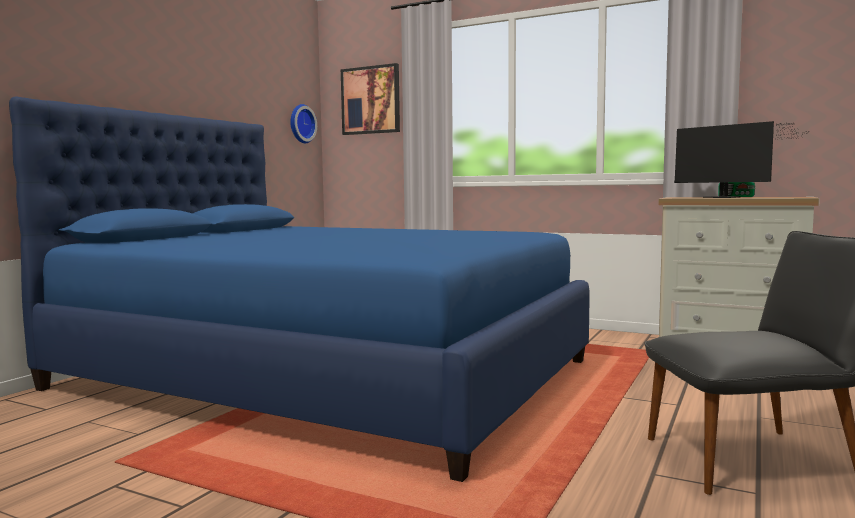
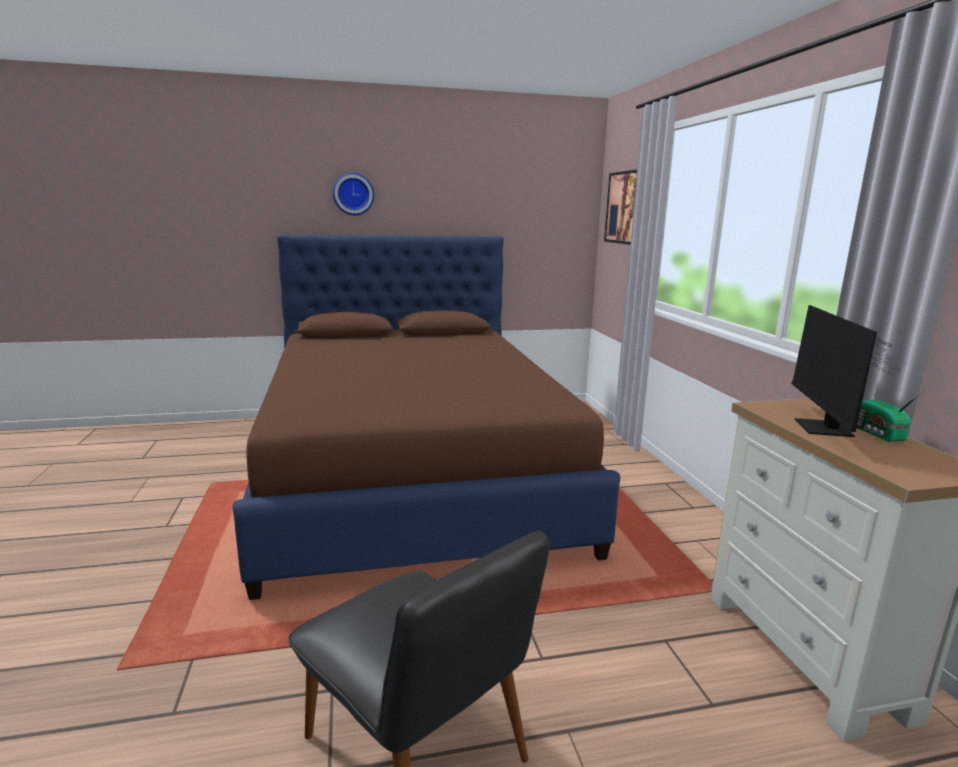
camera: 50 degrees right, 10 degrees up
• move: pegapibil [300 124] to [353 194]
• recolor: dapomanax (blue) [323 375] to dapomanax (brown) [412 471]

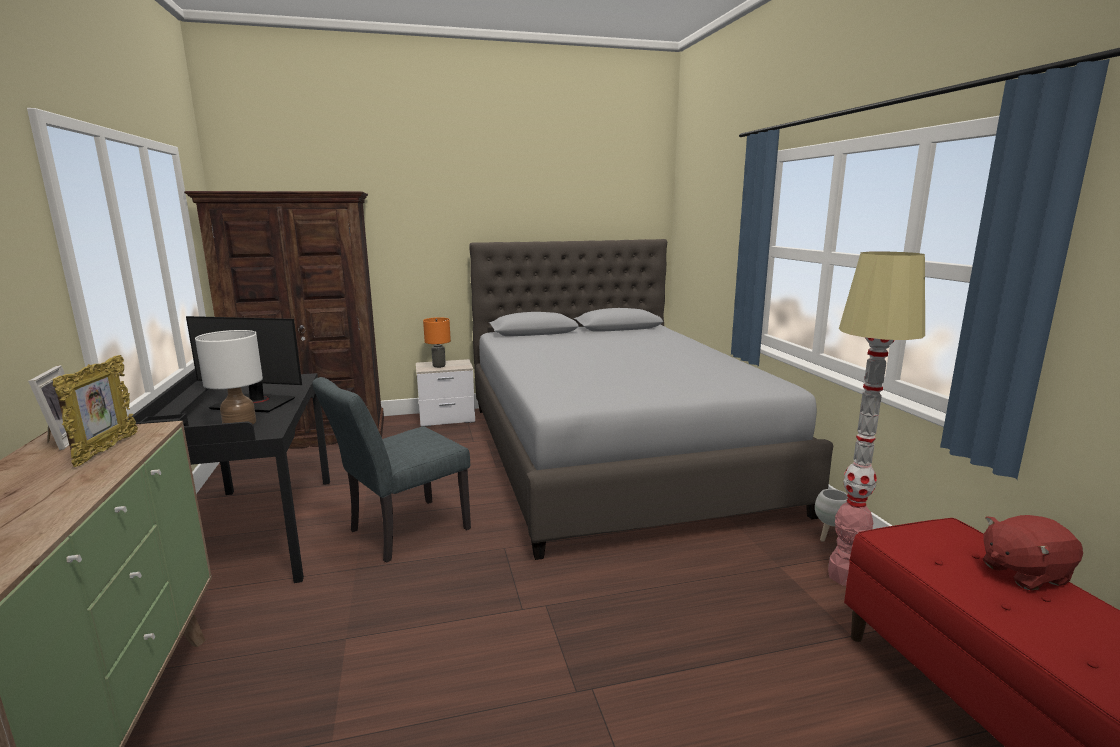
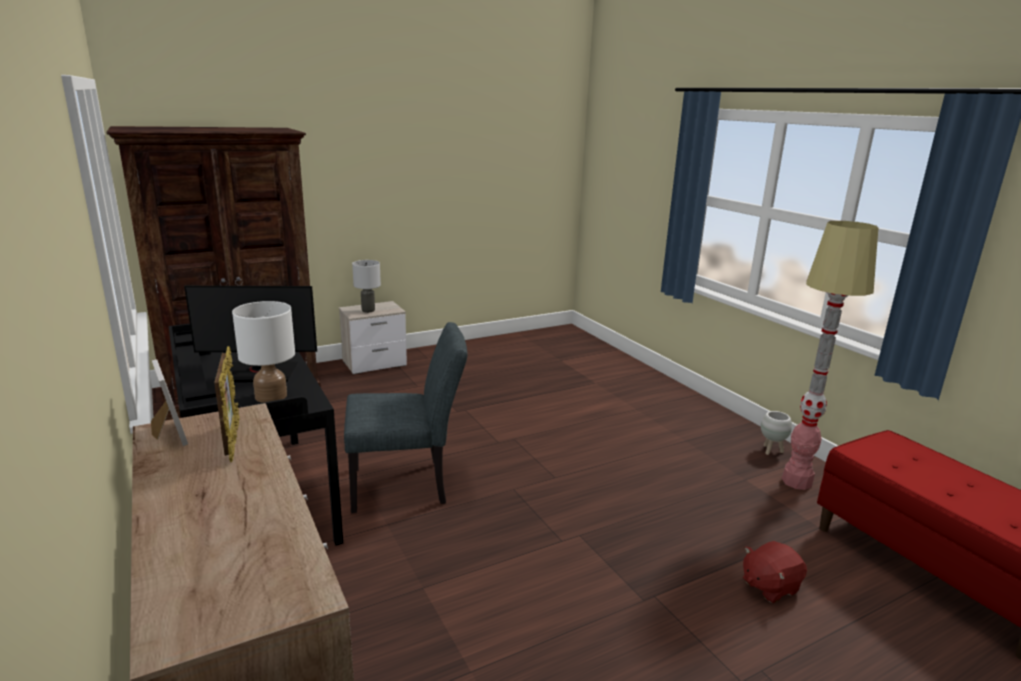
camera: 15 degrees left, 5 degrees up
• delete: dapomanax (grey) [613 453]
• move: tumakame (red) [1023 573] to [769 586]
• recolor: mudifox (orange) [438 366] to mudifox (white) [367 311]
• rotate: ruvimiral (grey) [401 532] = [407 485] 135 degrees counterclockwise

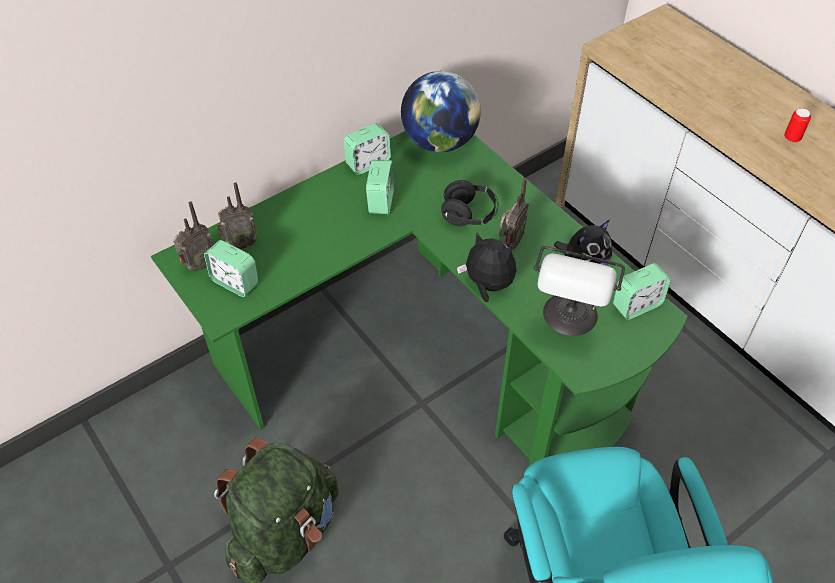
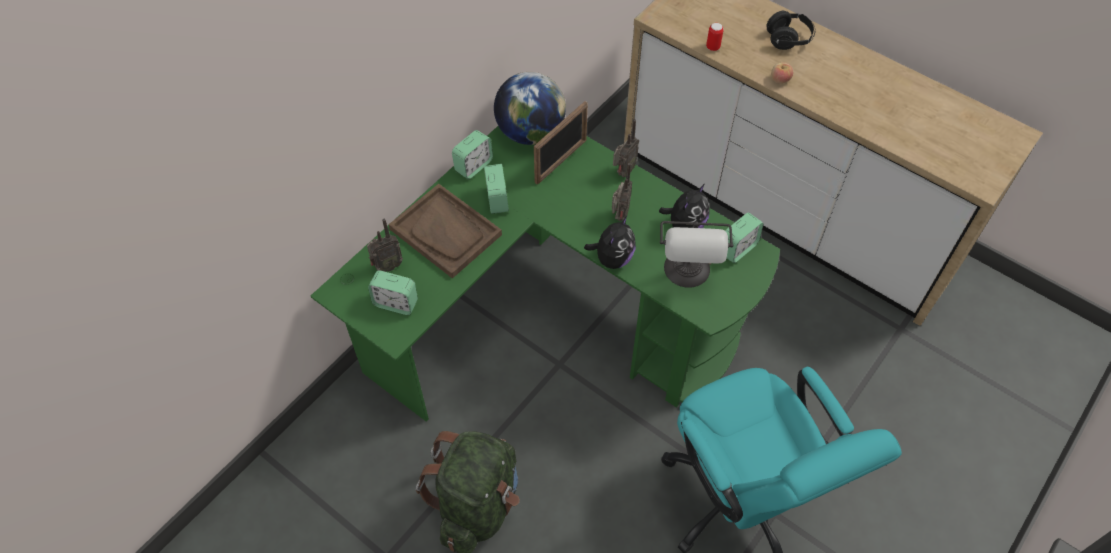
camera: 15 degrees left, 5 degrees up
• insert: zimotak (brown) [446 232]
• insert: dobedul [561 161]
• insert: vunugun [779 80]
• move: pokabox [198 265] to [623 172]
• move: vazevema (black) [469 215] to [788 39]
• move: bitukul [792 138] to [713 47]
• rotate: tumakame [487 286] = [612 258] 105 degrees clockwise

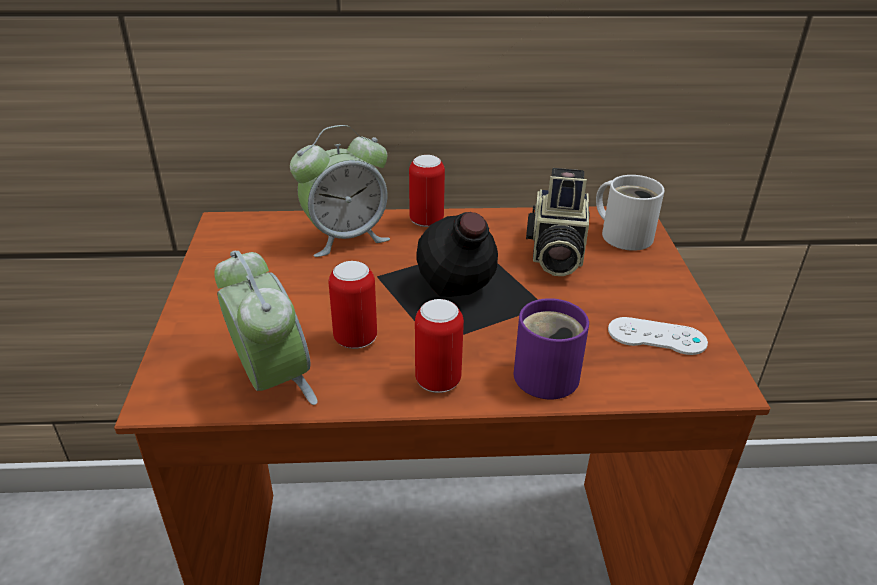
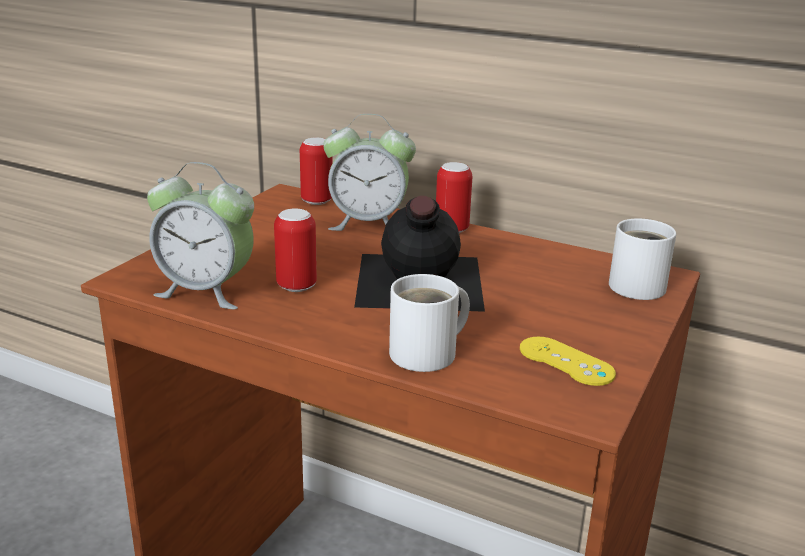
camera: 30 degrees right, 10 degrees down
• delete: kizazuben [554 253]
• move: bitukul [438 380] to [316 201]
• recolor: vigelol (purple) [550 373] to vigelol (white) [429 353]
• recolor: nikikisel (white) [656 336] to nikikisel (yellow) [566 361]
• rotate: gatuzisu [271 381] = [206 291] 105 degrees clockwise

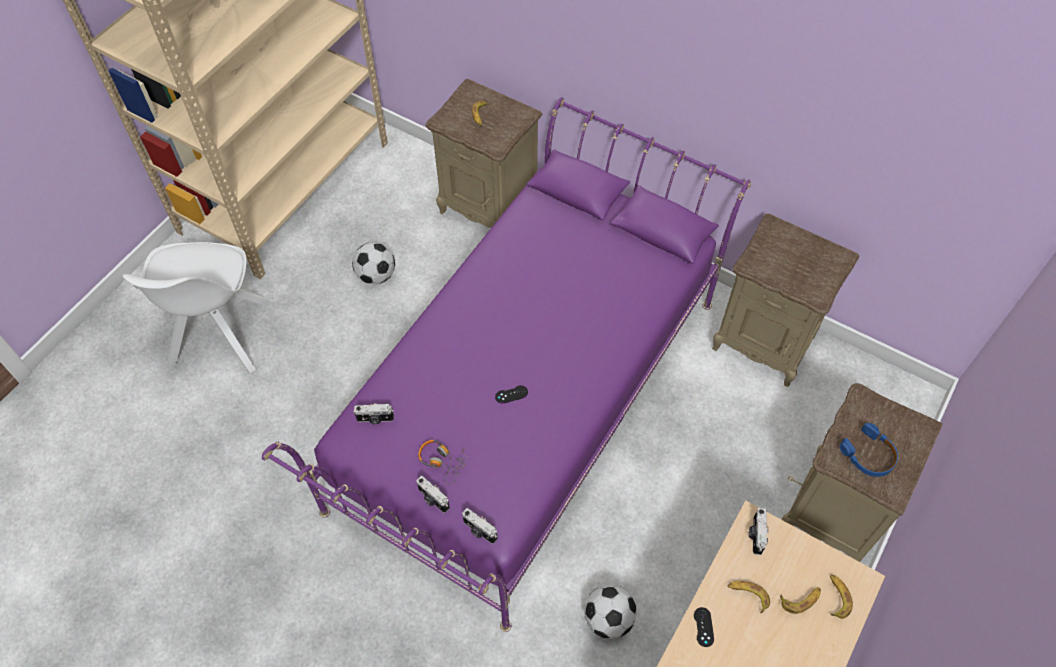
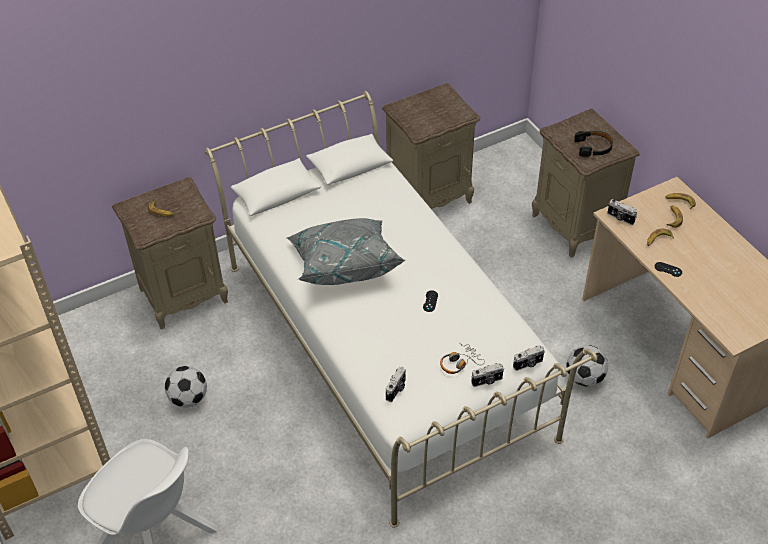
camera: 60 degrees left, 10 degrees down
• insert: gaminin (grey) [344 264]
• recolor: dapomanax (purple) [527 403] to dapomanax (white) [384 349]
• recolor: vazevema (blue) [869 455] to vazevema (black) [593 147]

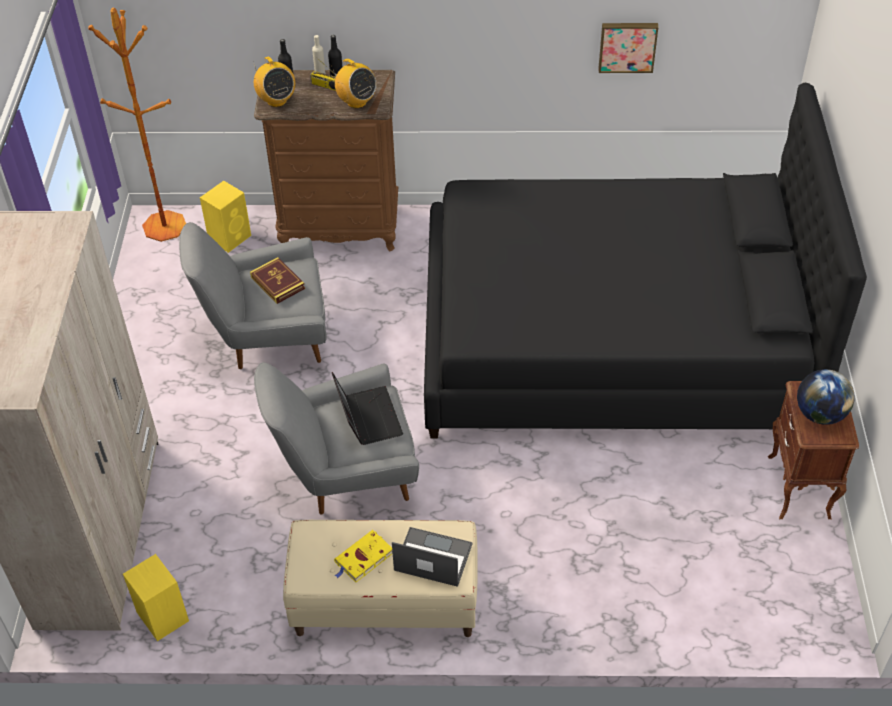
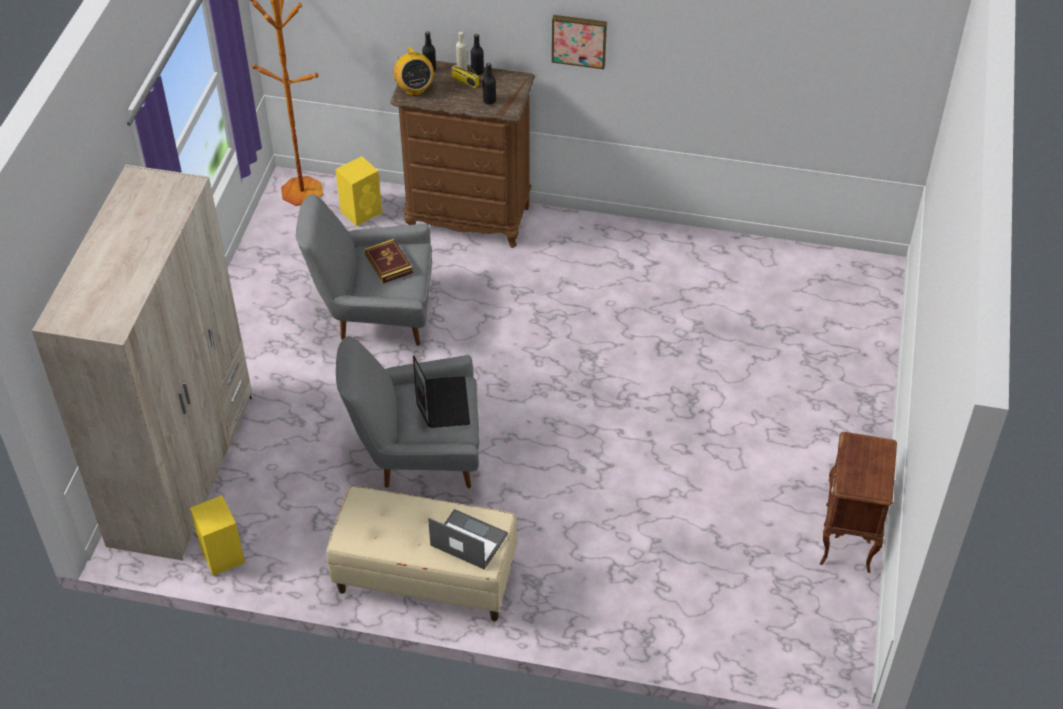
camera: 10 degrees right, 0 degrees up
• delete: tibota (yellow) [363 559]
• delete: dapomanax (black) [613 340]
• delete: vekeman [820 414]
• move: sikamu [627 46] to [579 40]
• replace: pokabox [356 102] to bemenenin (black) [489 101]

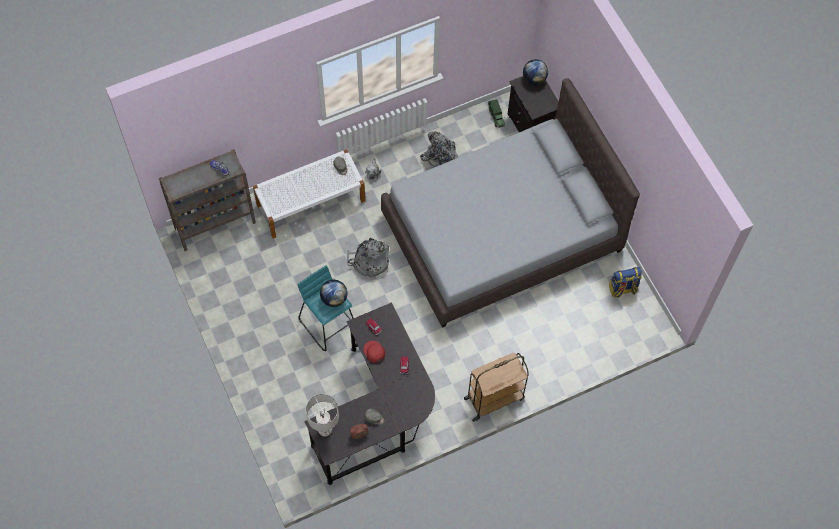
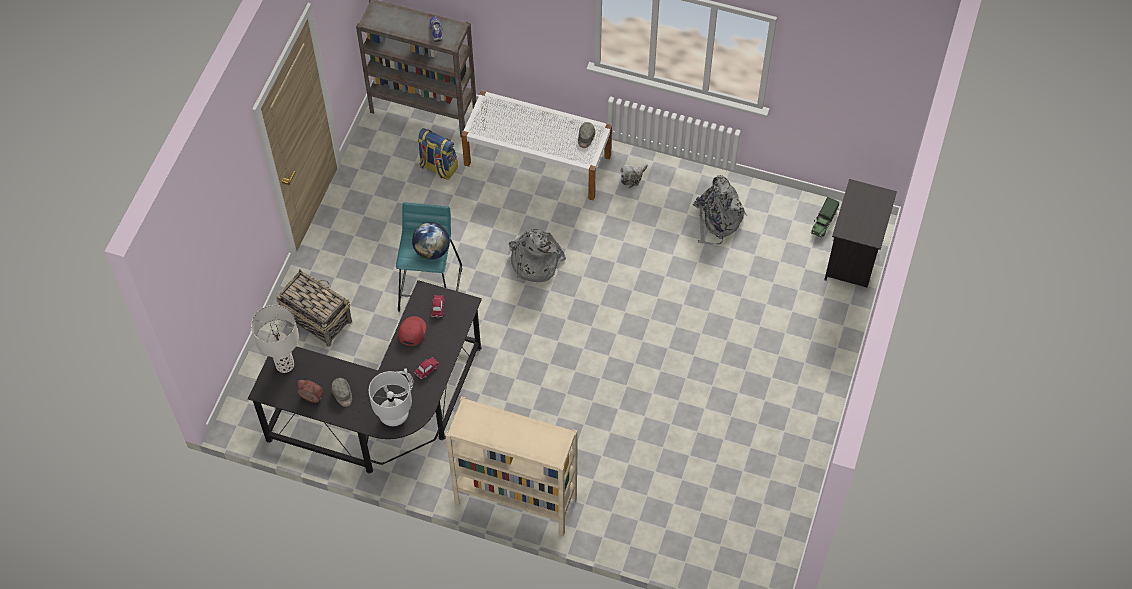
camera: 45 degrees right, 5 degrees down
• delete: dapomanax (grey) [502 232]
• delete: vekeman [534 79]
• insert: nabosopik [316 318]
• insert: mudifox (grey) [396 404]
• move: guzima [622 289] to [438 167]
• replace: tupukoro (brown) [495 399] to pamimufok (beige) [515 501]

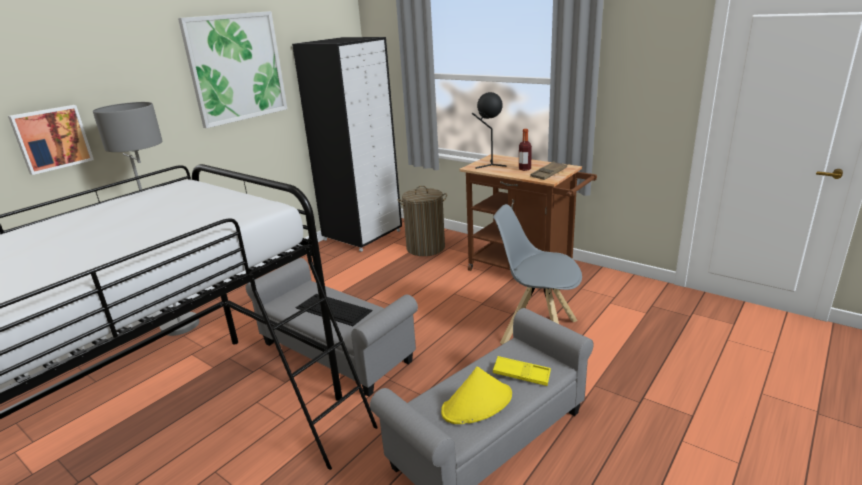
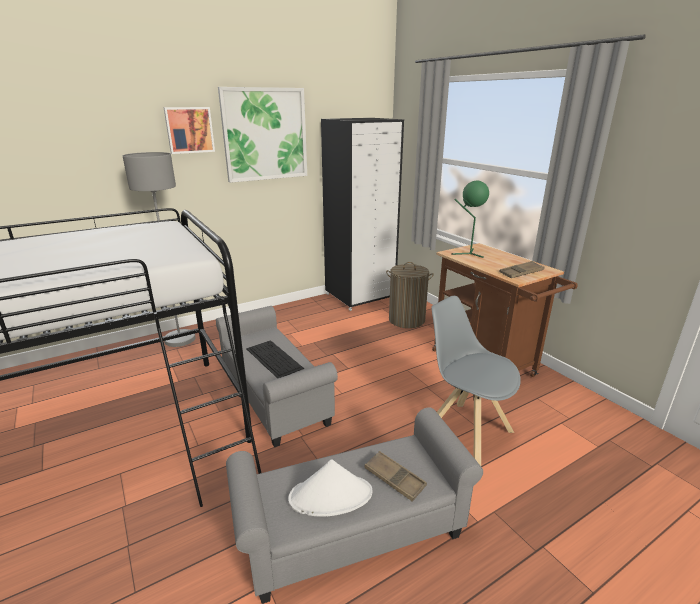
camera: 20 degrees right, 0 degrees up
• delete: bemenenin [524 169]
• move: sikamu [51 138] to [189 130]
• recolor: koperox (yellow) [477 403] to koperox (white) [331 496]
• recolor: mudifox (black) [489 165] to mudifox (green) [467 254]
• recolor: zimotak (yellow) [521 374] to zimotak (brown) [394 479]

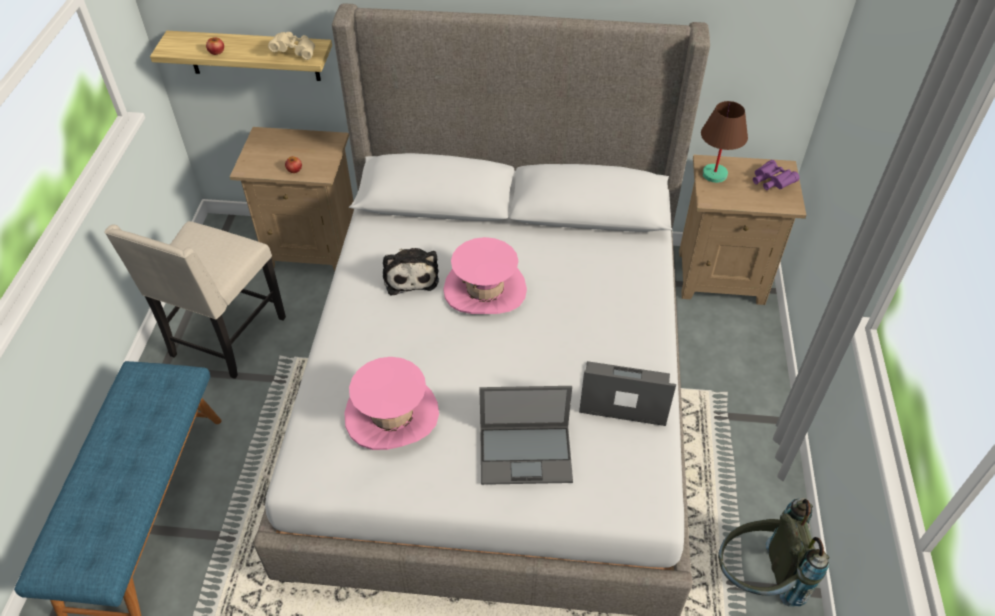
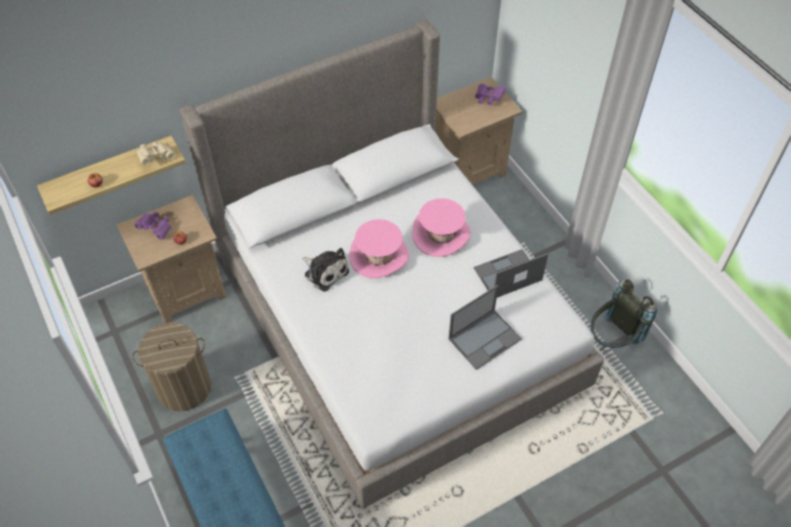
camera: 35 degrees left, 5 degrees up
• delete: mudifox (brown) [715 174]
• insert: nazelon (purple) [156 228]
• move: koperox (pink) [392 414] to [441 234]
• replace: ruvimiral (beige) [225 338] to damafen [184 387]

